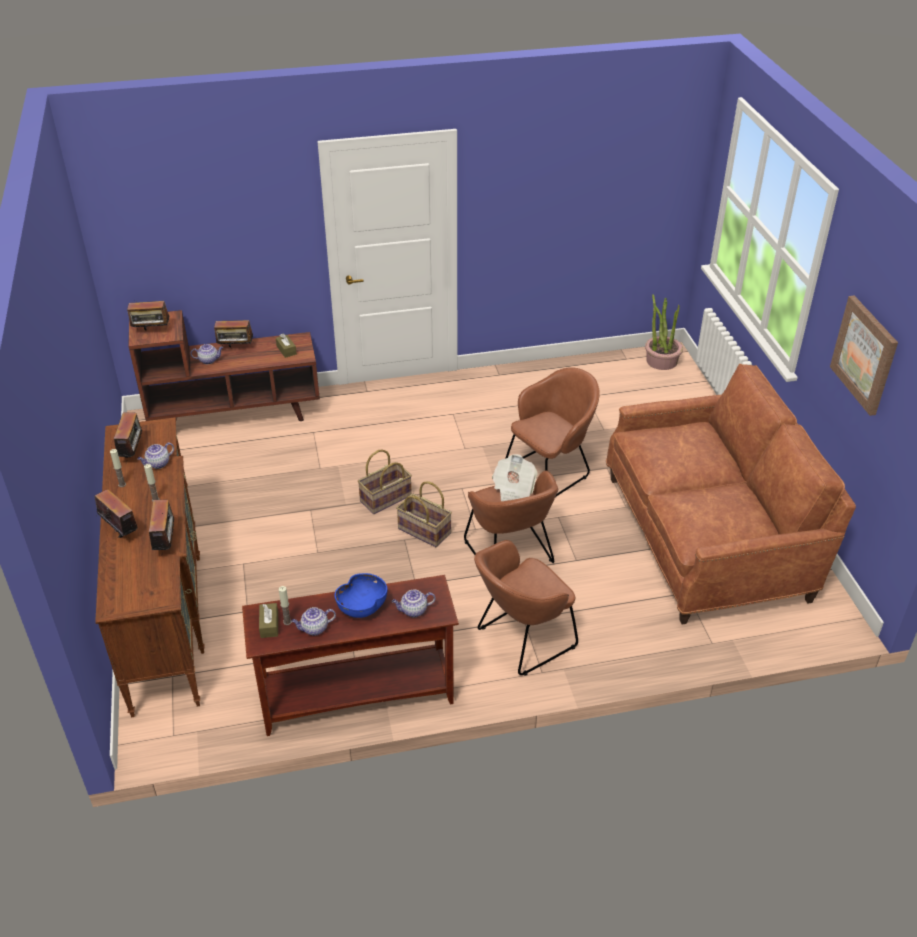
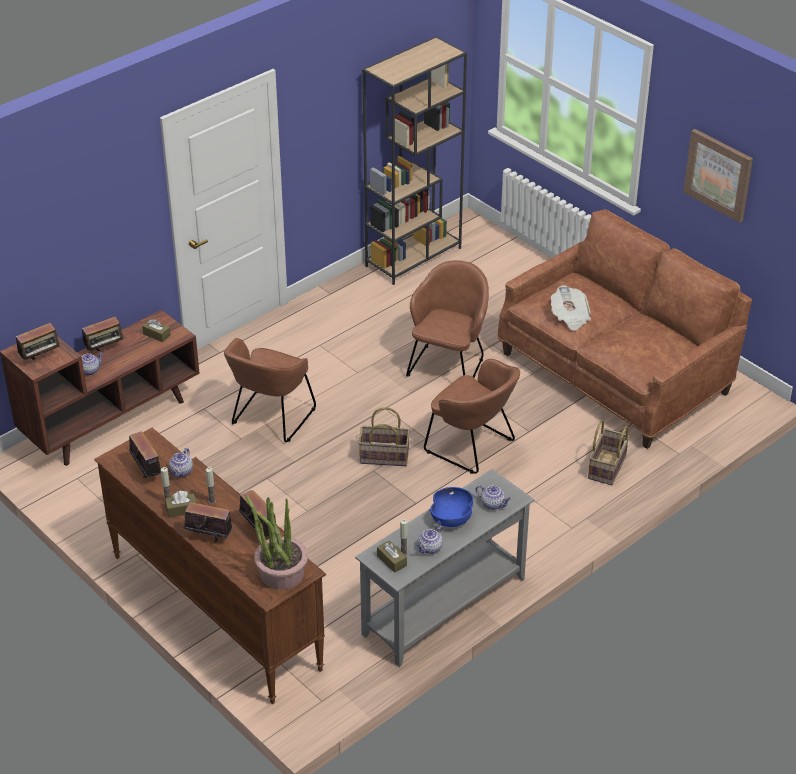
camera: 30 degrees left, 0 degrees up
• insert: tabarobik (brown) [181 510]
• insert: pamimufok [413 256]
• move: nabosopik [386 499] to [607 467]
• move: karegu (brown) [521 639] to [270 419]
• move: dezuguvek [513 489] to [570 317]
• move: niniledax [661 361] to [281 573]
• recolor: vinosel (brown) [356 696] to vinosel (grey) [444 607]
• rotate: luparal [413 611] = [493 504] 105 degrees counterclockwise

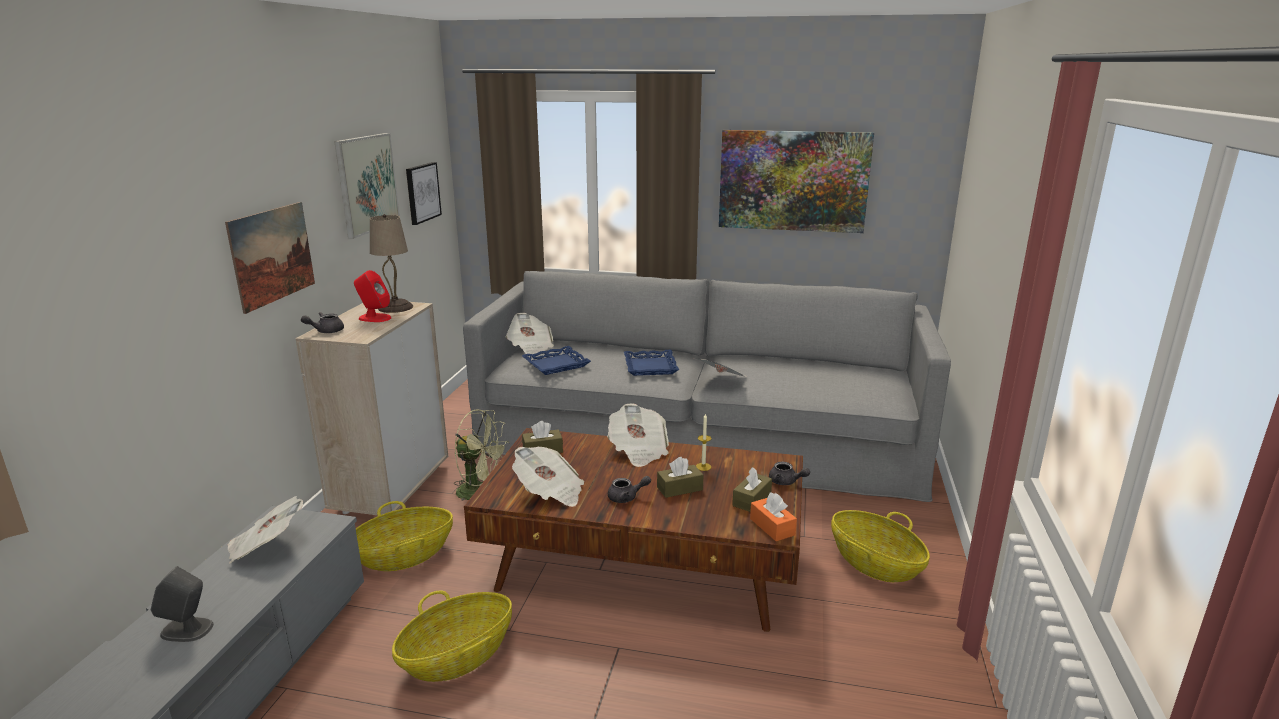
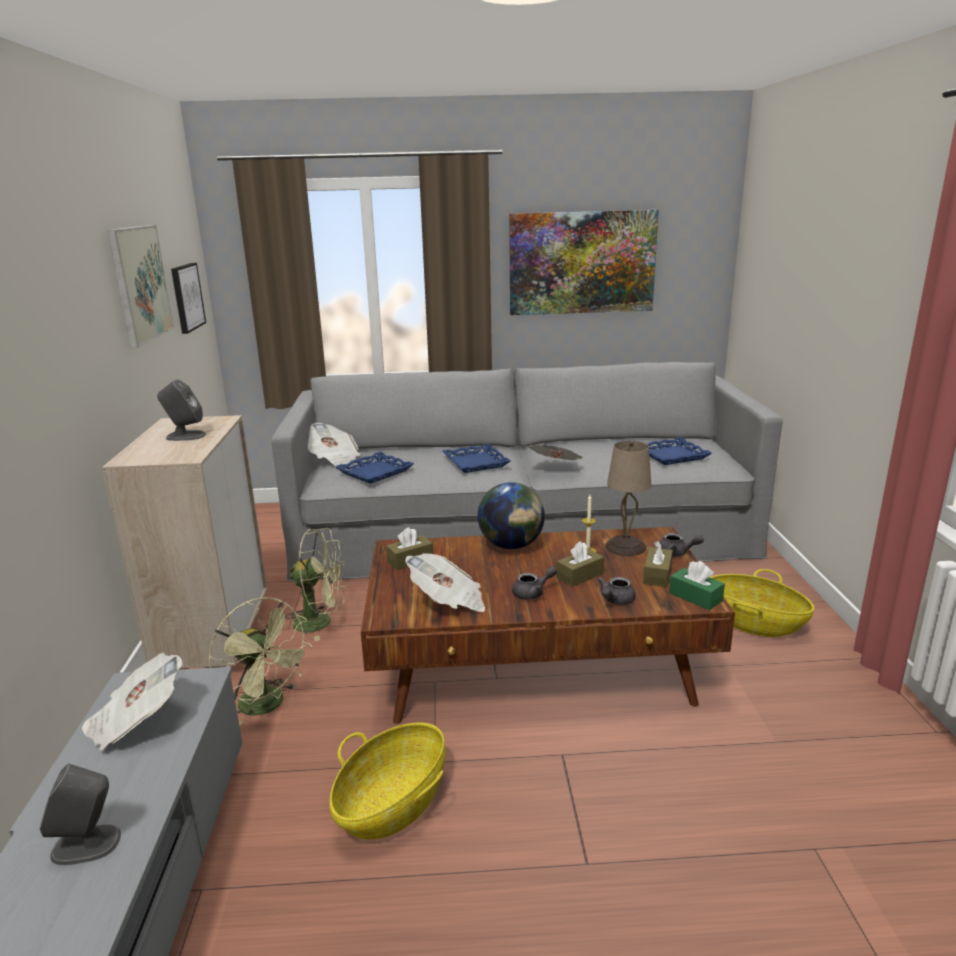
camera: 15 degrees left, 0 degrees up
• delete: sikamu [272 255]
• insert: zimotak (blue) [671 455]
• move: luparal (grey) [326 331] to [615 600]
• move: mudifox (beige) [395 307] to [625 547]
• replace: nabosopik [404 556] to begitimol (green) [268 705]
• replace: dezuguvek [638 450] to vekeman [511 545]
• recolor: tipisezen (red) [374 318] to tipisezen (grey) [185 436]
• recolor: tabarobik (orange) [772 527] to tabarobik (green) [695 597]

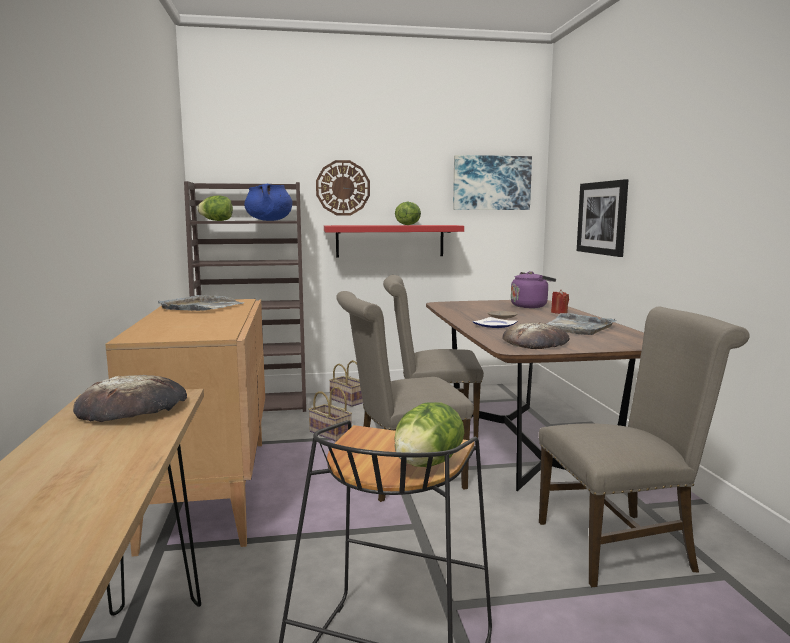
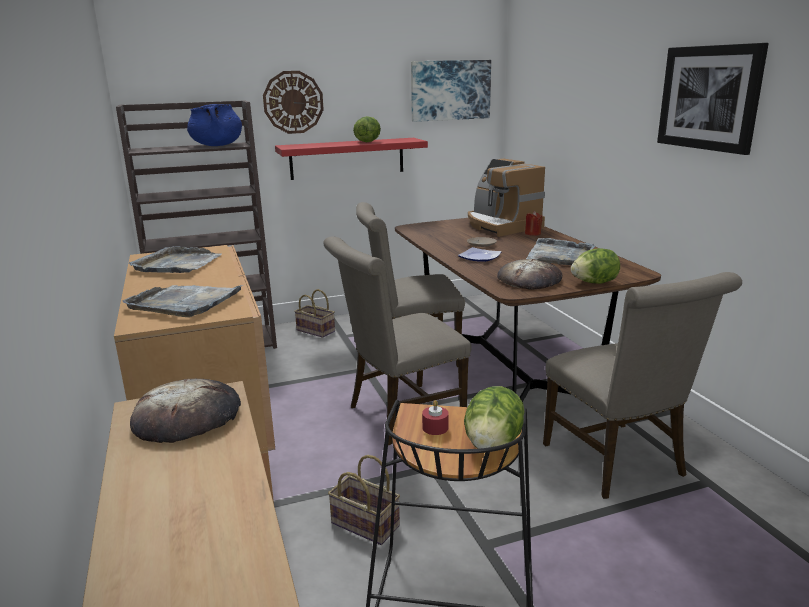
camera: 10 degrees left, 10 degrees up
• insert: zimotak (grey) [185 302]
• insert: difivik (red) [435 428]
• move: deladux [217 221] to [594 283]
• move: nabosopik [329 433] to [363 525]
• move: sikamu [602 218] to [709 98]
• replace: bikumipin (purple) [530 306] to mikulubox [501 225]
• rotate: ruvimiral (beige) [623 545] = [618 463] 90 degrees clockwise

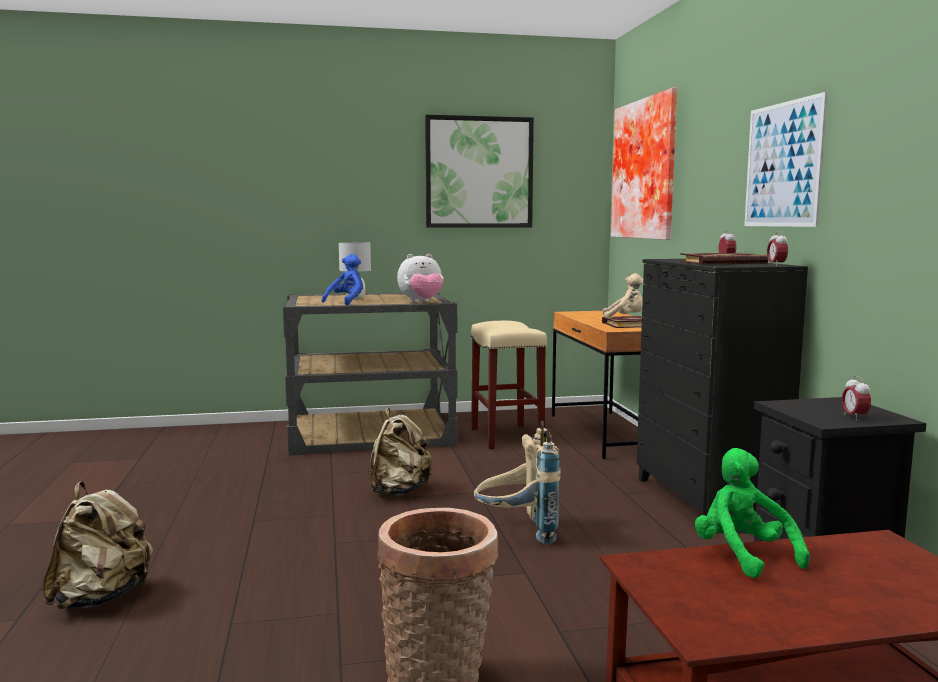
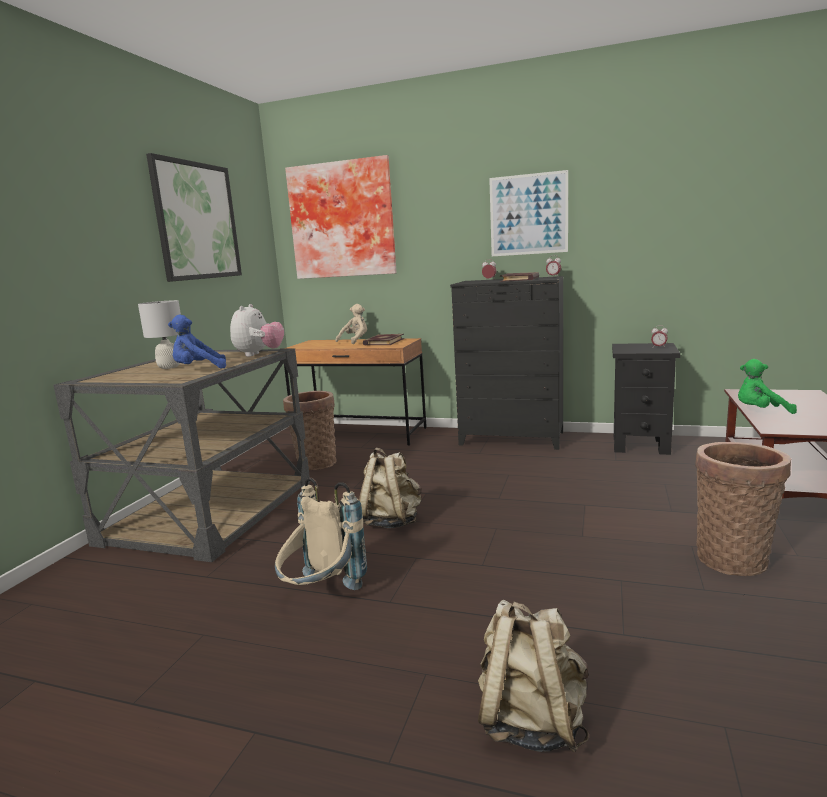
camera: 60 degrees left, 5 degrees up
• move: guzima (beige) [517 532] to [321 596]
• replace: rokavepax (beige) [505 436] to nabosopik [315 462]
• rotate: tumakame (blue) [347 302] = [198 370] 75 degrees counterclockwise

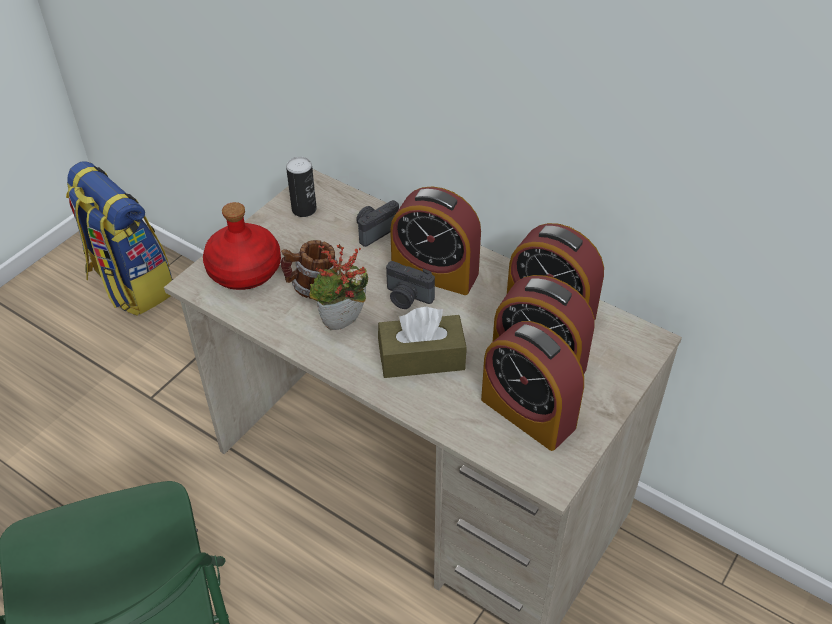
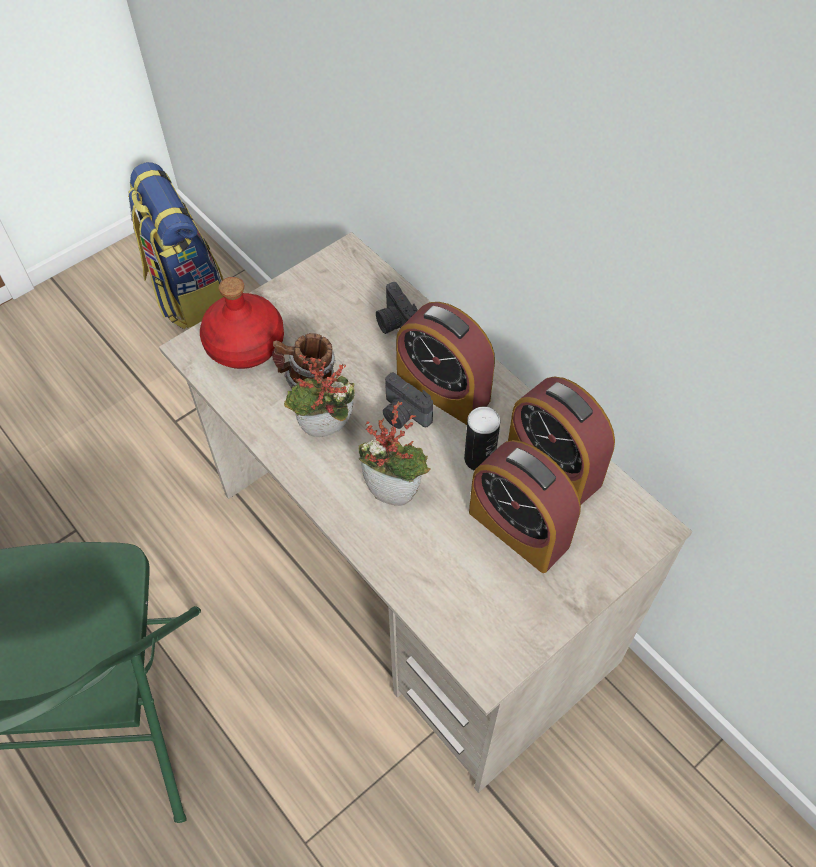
camera: 15 degrees right, 10 degrees up
• delete: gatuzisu [528 413]
• move: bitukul [304 209] to [479 459]
• replace: tabarobik (brown) [421 358] to niniledax [395 491]
• rotate: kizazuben [375 230] = [395 324] 90 degrees counterclockwise

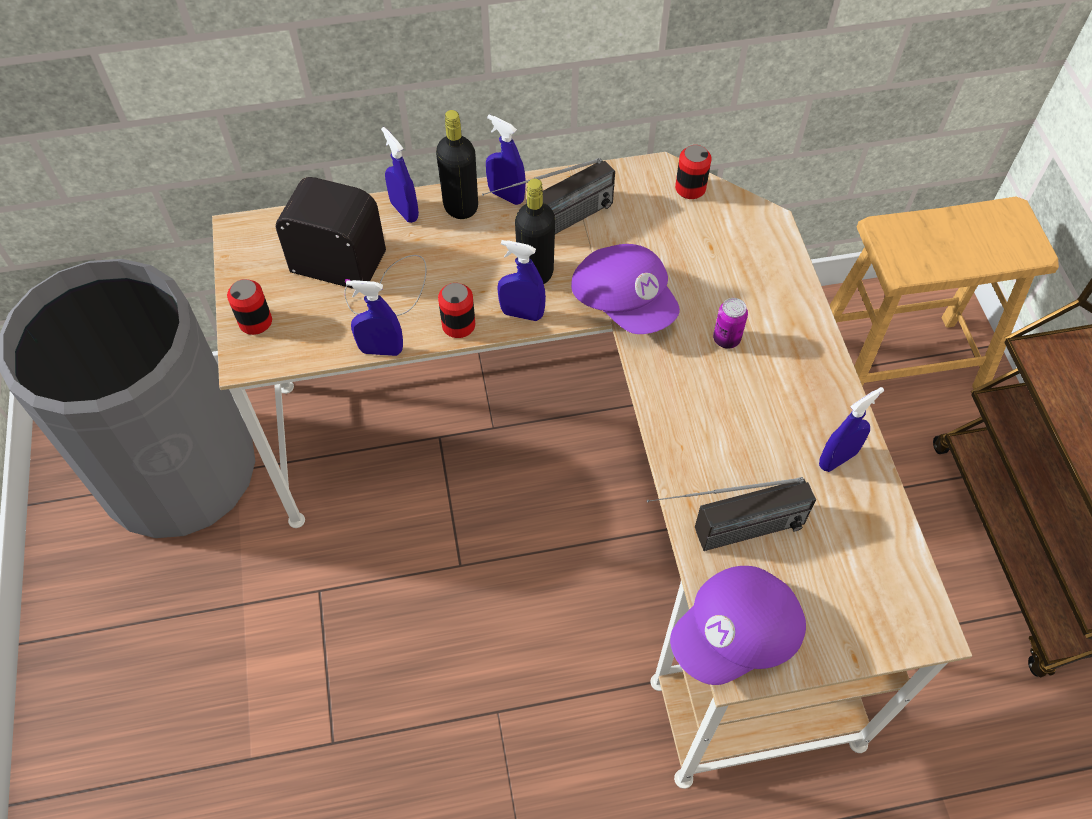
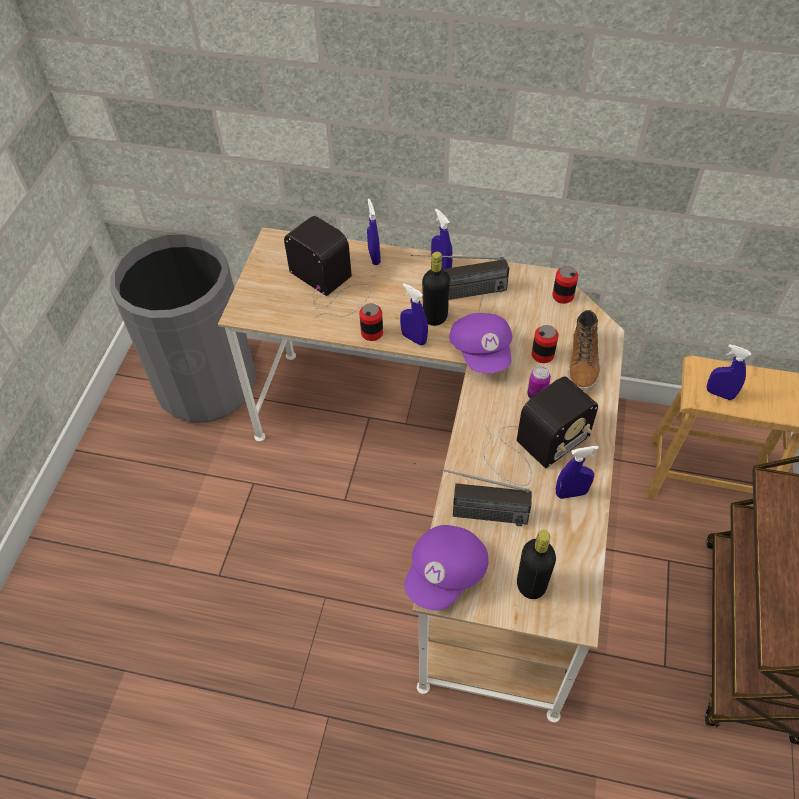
camera: 25 degrees right, 5 degrees down
• insert: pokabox [532 447]
• insert: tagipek [583 362]
• move: bitukul [255 322] to [542 355]
• move: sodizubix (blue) [381 350] to [719 394]
• move: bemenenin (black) [461 207] to [531 585]
• rotate: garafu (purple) [737 636] = [446 574] 45 degrees counterclockwise

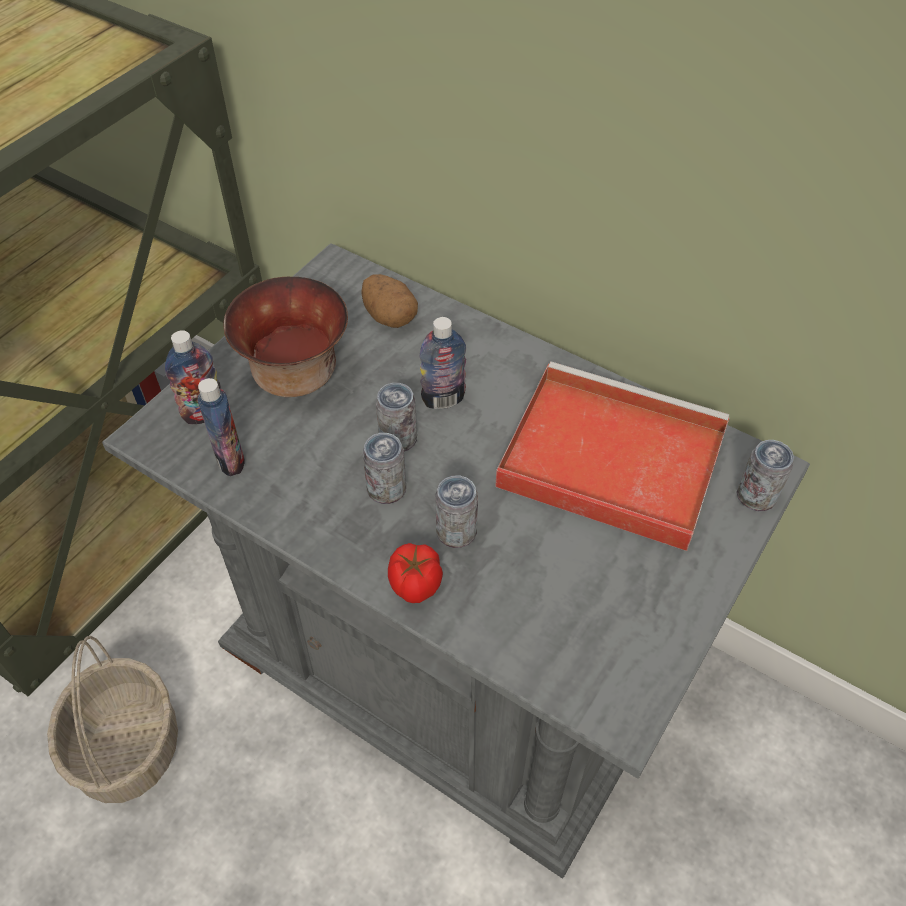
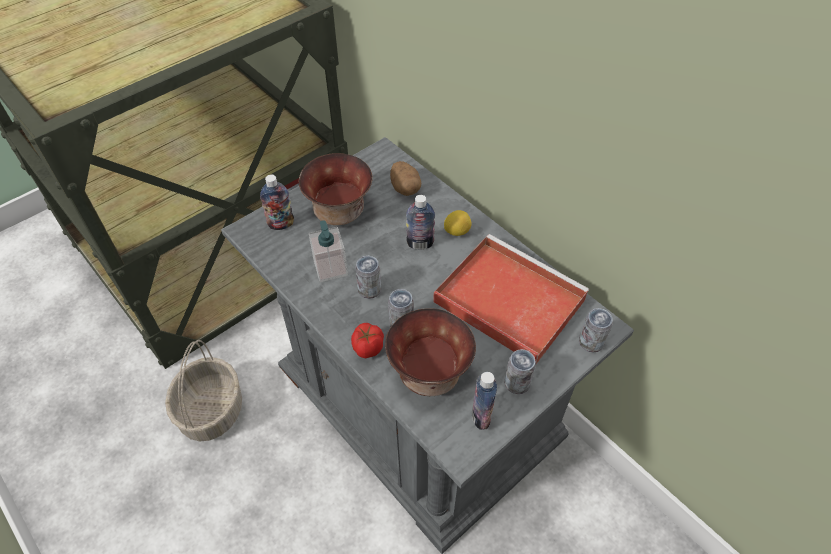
camera: 15 degrees right, 0 degrees up
• insert: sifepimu [330 268]
• insert: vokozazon [428 375]
• insert: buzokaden [457 231]
• move: bemenenin [230 460] to [481 416]
• move: bitukul [398 439] to [517 383]

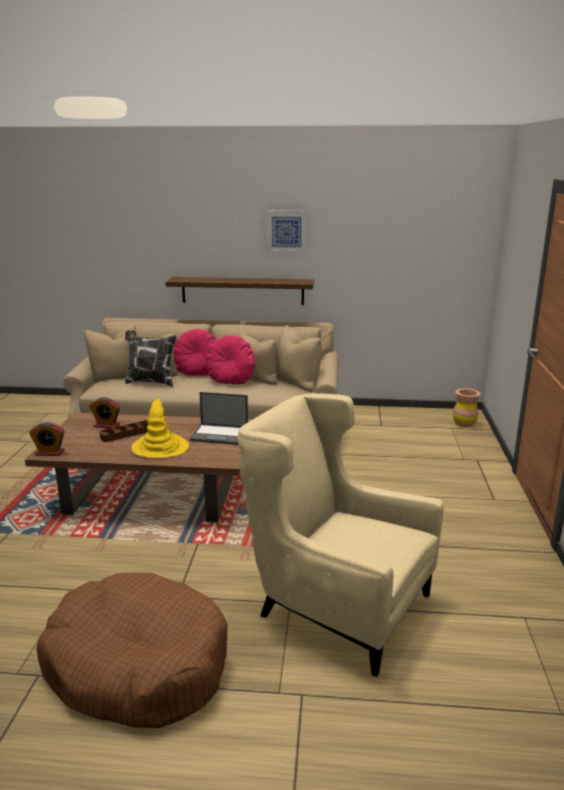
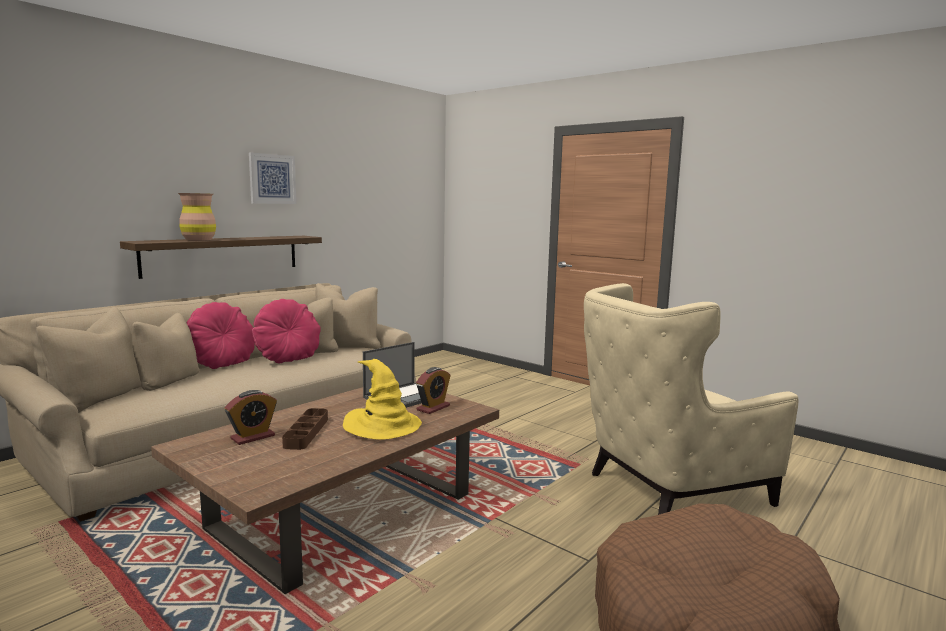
camera: 55 degrees left, 10 degrees down
• delete: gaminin [150 382]
• move: gatuzisu [49 453] to [433 408]
• move: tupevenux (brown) [464 423] to [198 239]

